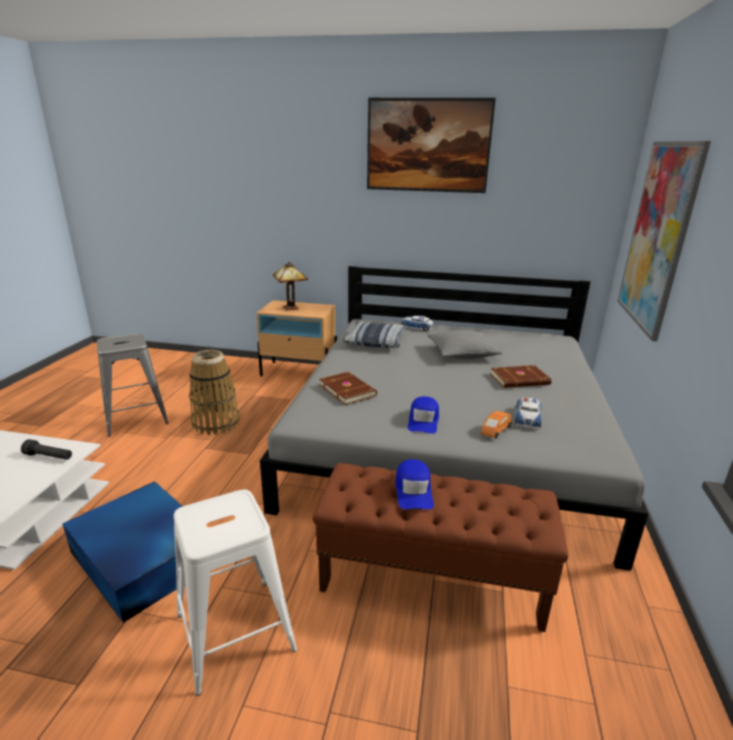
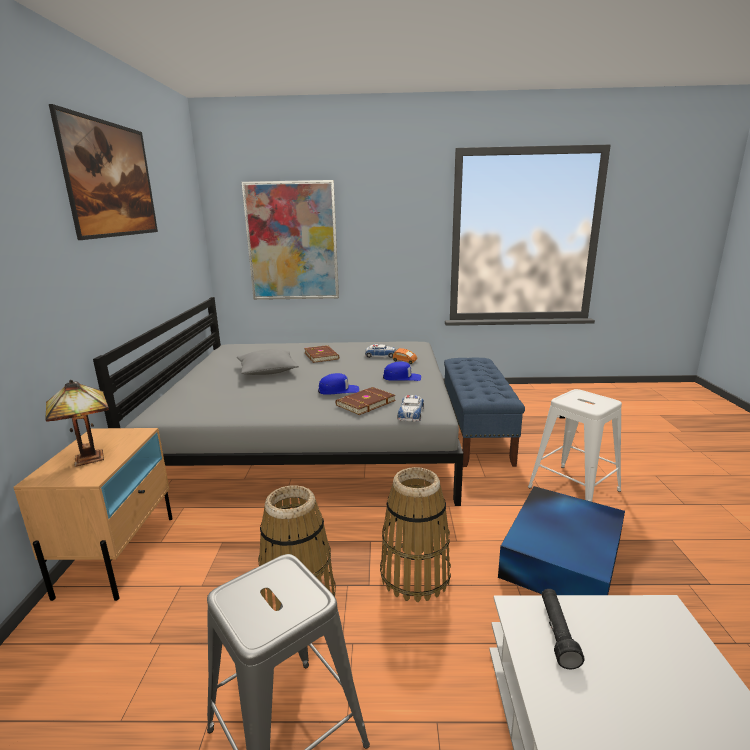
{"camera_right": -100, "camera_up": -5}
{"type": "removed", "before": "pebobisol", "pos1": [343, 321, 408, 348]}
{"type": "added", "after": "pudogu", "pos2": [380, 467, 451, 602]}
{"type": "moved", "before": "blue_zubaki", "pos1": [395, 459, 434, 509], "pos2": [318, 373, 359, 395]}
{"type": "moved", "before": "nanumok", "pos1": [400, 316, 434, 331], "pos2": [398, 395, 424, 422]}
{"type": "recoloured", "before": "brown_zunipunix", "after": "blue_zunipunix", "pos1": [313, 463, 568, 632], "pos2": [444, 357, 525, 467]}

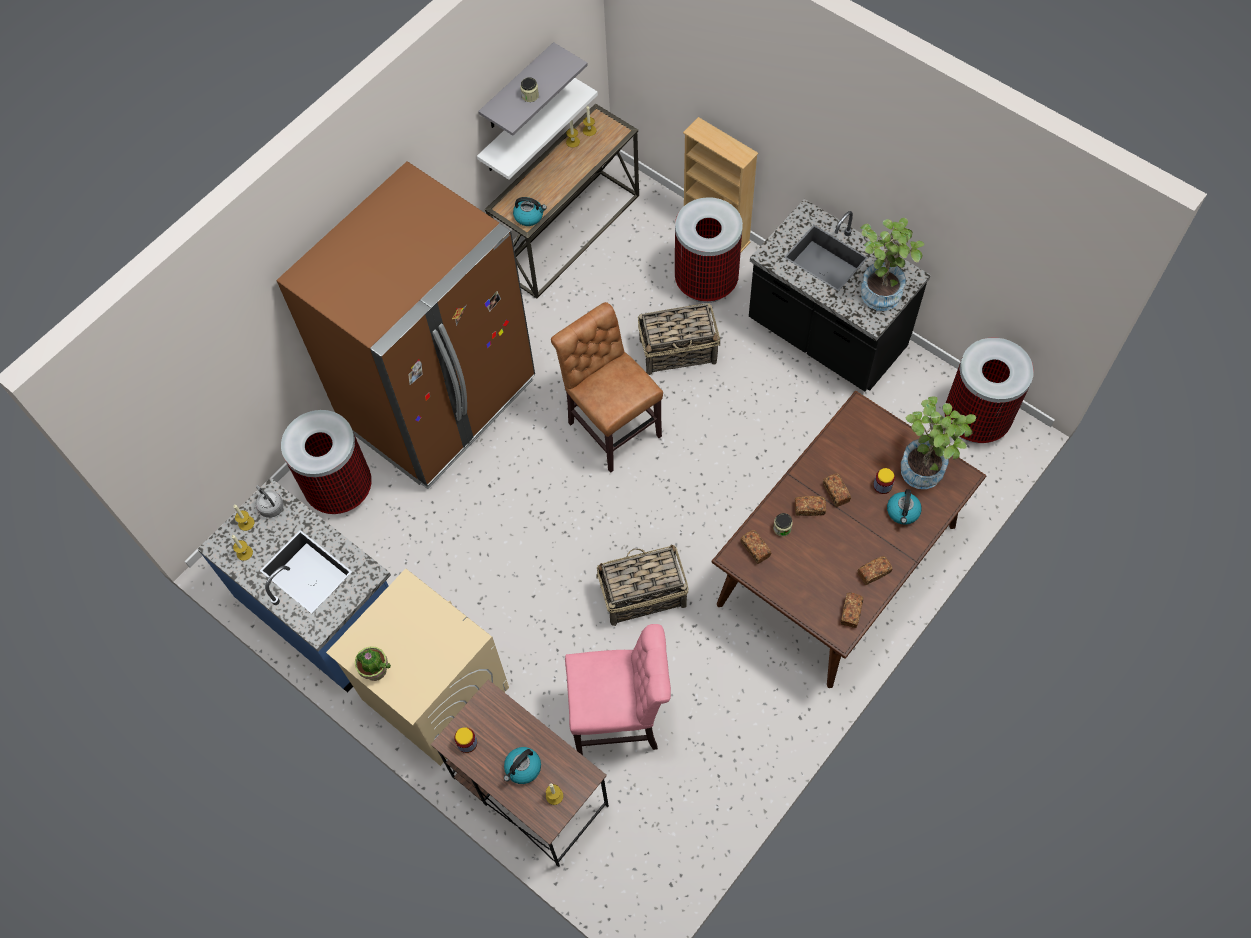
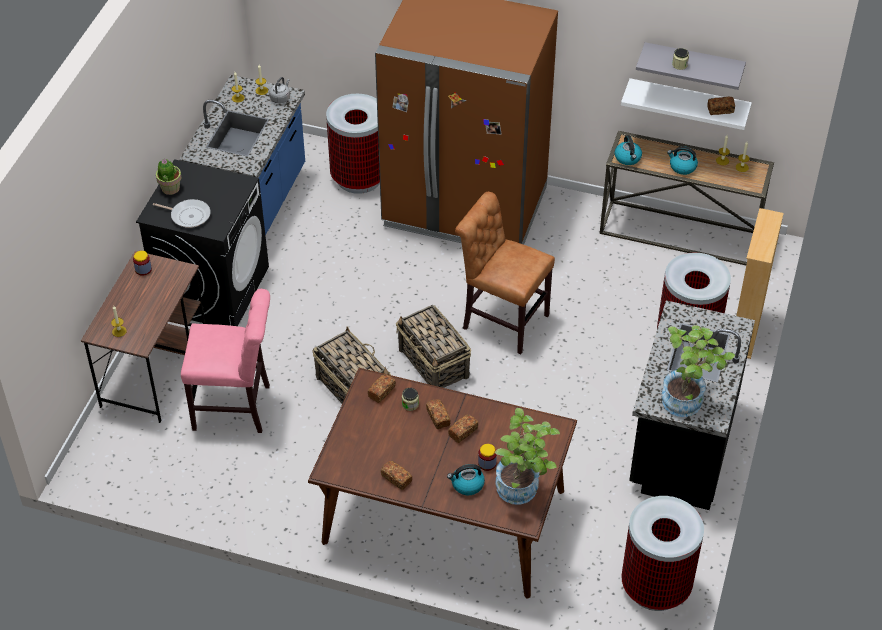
{"camera_right": 65, "camera_up": -15}
{"type": "added", "after": "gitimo", "pos2": [153, 199, 211, 228]}
{"type": "moved", "before": "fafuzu", "pos1": [504, 747, 541, 784], "pos2": [667, 146, 698, 175]}
{"type": "moved", "before": "pudogu", "pos1": [638, 303, 720, 375], "pos2": [396, 305, 471, 388]}
{"type": "moved", "before": "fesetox", "pos1": [840, 592, 863, 628], "pos2": [708, 97, 735, 115]}
{"type": "recoloured", "before": "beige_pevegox", "after": "black_pevegox", "pos1": [326, 569, 509, 766], "pos2": [136, 159, 269, 326]}
{"type": "turned", "before": "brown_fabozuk", "pos1": [551, 302, 663, 473], "pos2": [455, 192, 555, 354], "turn": -90}
{"type": "turned", "before": "pink_fabozuk", "pos1": [565, 624, 671, 755], "pos2": [181, 289, 270, 433], "turn": -60}

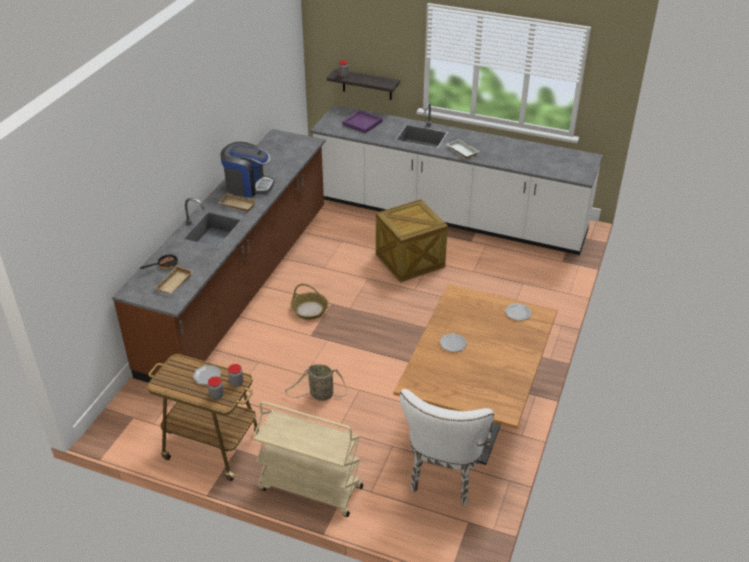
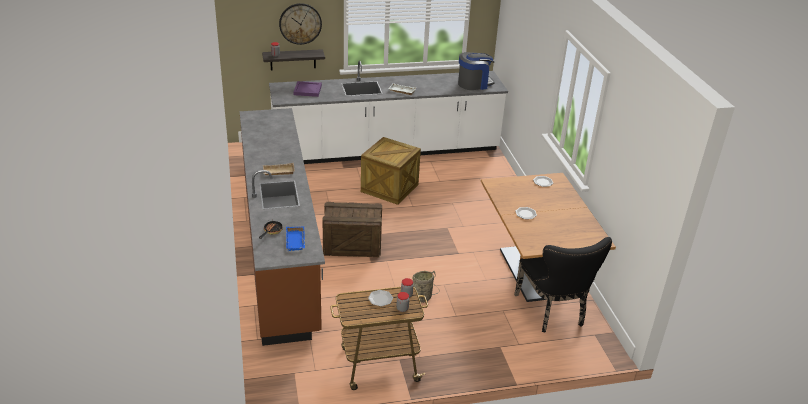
{"camera_right": -35, "camera_up": -5}
{"type": "removed", "before": "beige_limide", "pos1": [253, 401, 363, 517]}
{"type": "added", "after": "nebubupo", "pos2": [279, 3, 322, 45]}
{"type": "moved", "before": "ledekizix", "pos1": [220, 142, 274, 197], "pos2": [458, 52, 495, 90]}
{"type": "replaced", "before": "pudogu", "after": "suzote", "pos1": [291, 284, 329, 320], "pos2": [322, 202, 382, 257]}
{"type": "recoloured", "before": "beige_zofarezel", "after": "blue_zofarezel", "pos1": [154, 265, 193, 295], "pos2": [286, 227, 305, 251]}
{"type": "recoloured", "before": "white_fabozuk", "after": "black_fabozuk", "pos1": [400, 389, 494, 505], "pos2": [514, 237, 612, 333]}

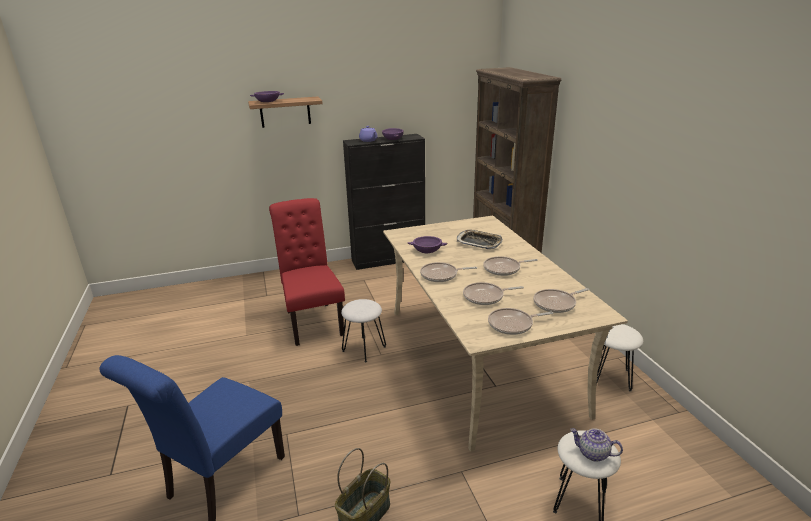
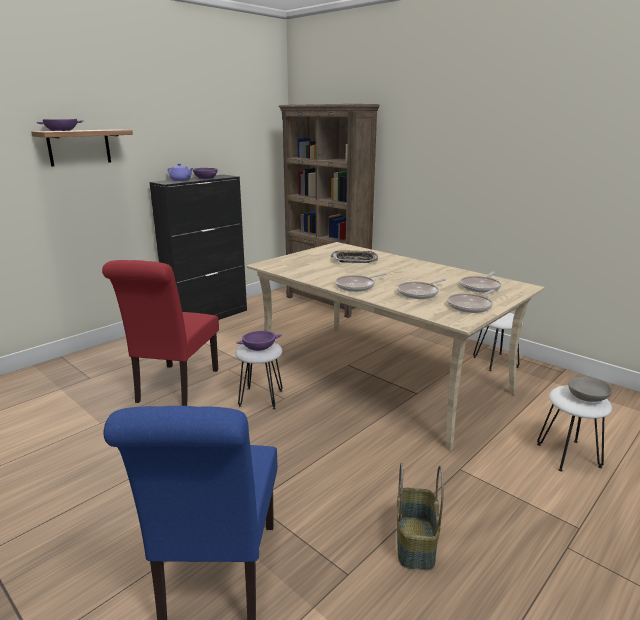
{"camera_right": -30, "camera_up": -5}
{"type": "removed", "before": "gitimo", "pos1": [483, 256, 538, 276]}
{"type": "moved", "before": "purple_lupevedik", "pos1": [408, 236, 448, 253], "pos2": [236, 331, 281, 351]}
{"type": "replaced", "before": "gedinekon", "after": "grey_lupevedik", "pos1": [570, 428, 623, 462], "pos2": [568, 376, 612, 402]}
{"type": "turned", "before": "red_fabozuk", "pos1": [269, 198, 345, 346], "pos2": [102, 260, 219, 406], "turn": -120}

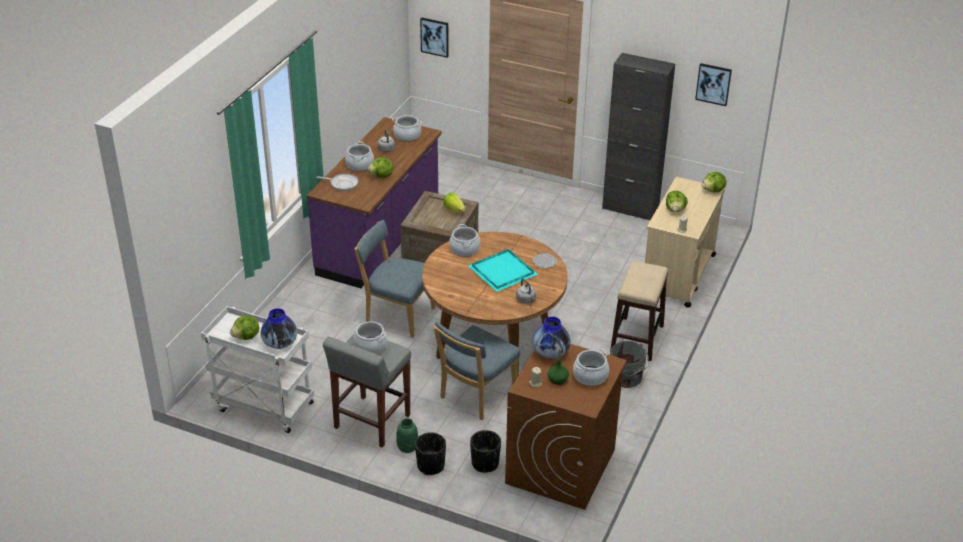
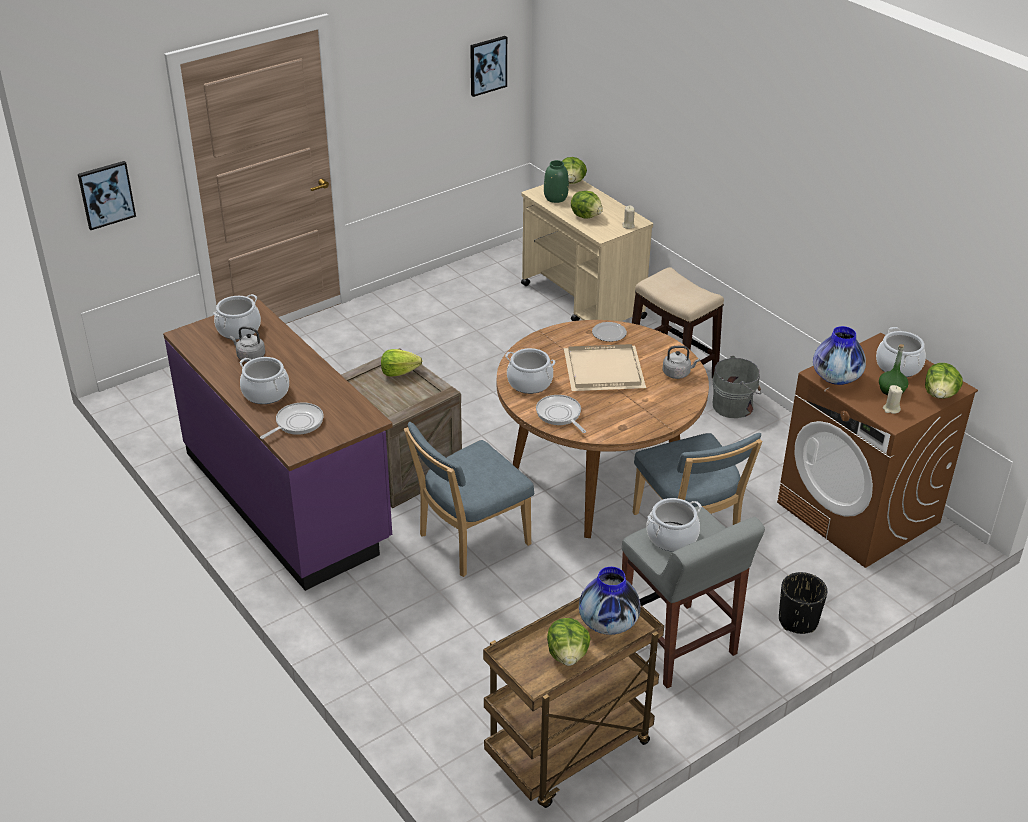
{"camera_right": -60, "camera_up": 0}
{"type": "removed", "before": "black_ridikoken", "pos1": [470, 430, 501, 473]}
{"type": "removed", "before": "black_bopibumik", "pos1": [602, 53, 675, 220]}
{"type": "added", "after": "gitimo", "pos2": [536, 395, 586, 433]}
{"type": "moved", "before": "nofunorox", "pos1": [367, 157, 393, 178], "pos2": [925, 363, 963, 399]}
{"type": "moved", "before": "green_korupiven", "pos1": [396, 418, 418, 453], "pos2": [544, 160, 569, 203]}
{"type": "recoloured", "before": "white_limide", "after": "brown_limide", "pos1": [201, 306, 314, 433], "pos2": [483, 597, 664, 808]}
{"type": "recoloured", "before": "turquoise_zofarezel", "after": "beige_zofarezel", "pos1": [468, 249, 538, 292], "pos2": [564, 344, 646, 391]}

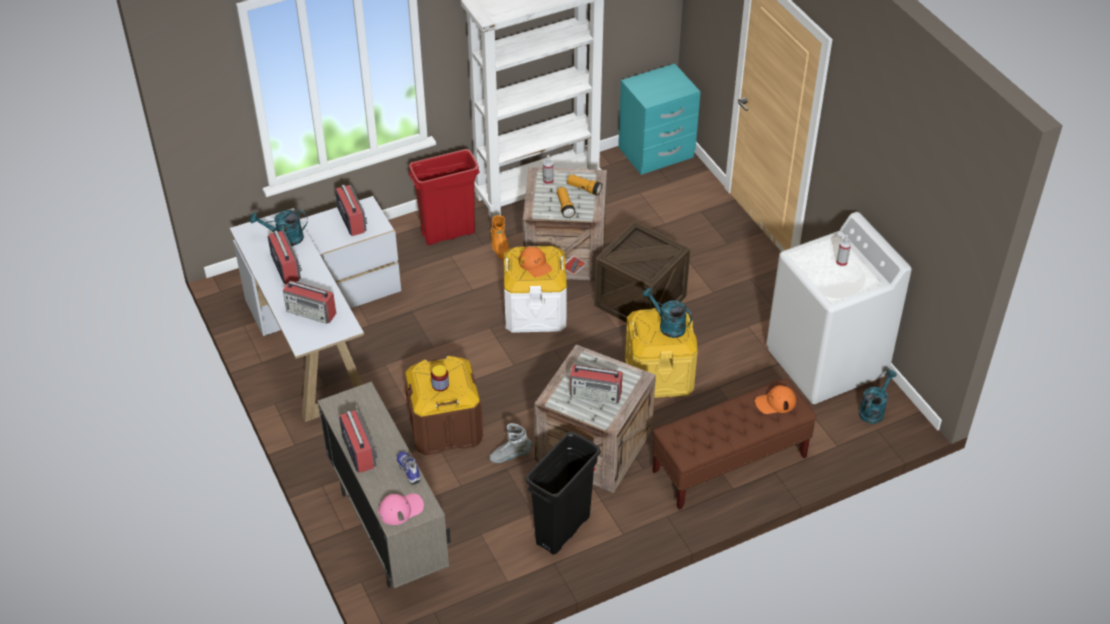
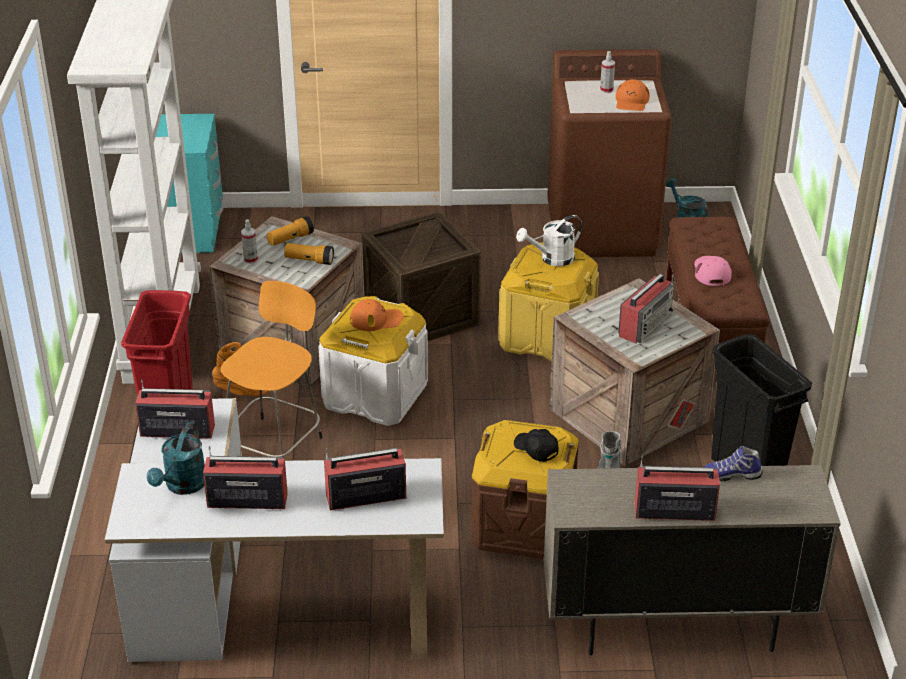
{"camera_right": -65, "camera_up": -10}
{"type": "added", "after": "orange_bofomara", "pos2": [221, 281, 322, 459]}
{"type": "moved", "before": "pink_zubaki", "pos1": [378, 493, 424, 525], "pos2": [694, 256, 732, 286]}
{"type": "moved", "before": "orange_zubaki", "pos1": [755, 385, 796, 414], "pos2": [616, 79, 650, 111]}
{"type": "replaced", "before": "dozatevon", "after": "black_zubaki", "pos1": [431, 365, 449, 391], "pos2": [514, 429, 559, 462]}
{"type": "recoloured", "before": "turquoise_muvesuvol", "after": "white_muvesuvol", "pos1": [642, 288, 692, 338], "pos2": [516, 215, 582, 266]}
{"type": "recoloured", "before": "white_pevegox", "after": "brown_pevegox", "pos1": [766, 212, 912, 404], "pos2": [547, 49, 672, 257]}
{"type": "turned", "before": "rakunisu", "pos1": [283, 281, 336, 324], "pos2": [324, 448, 406, 510], "turn": -150}

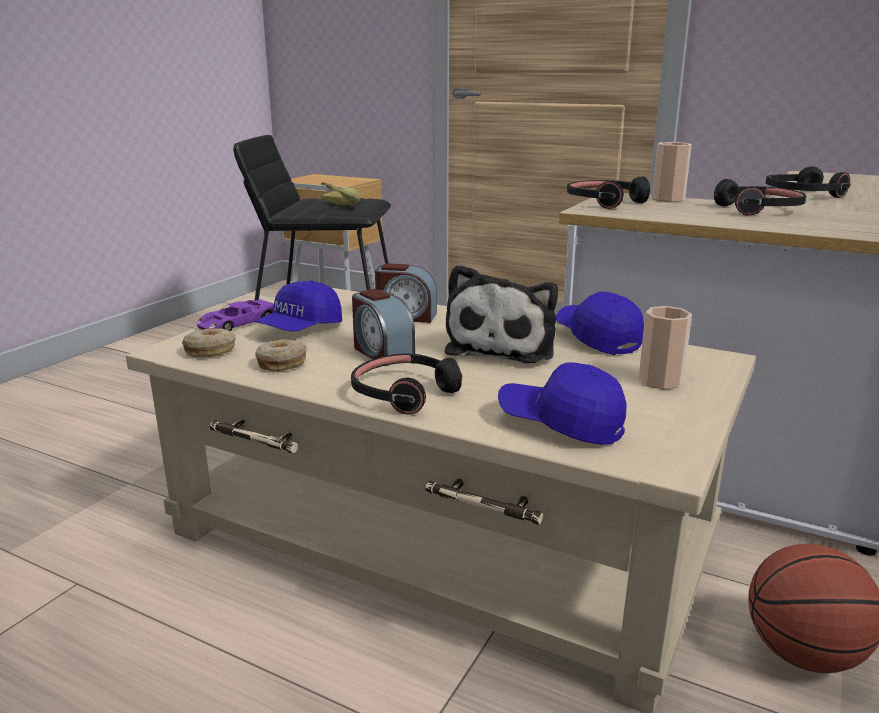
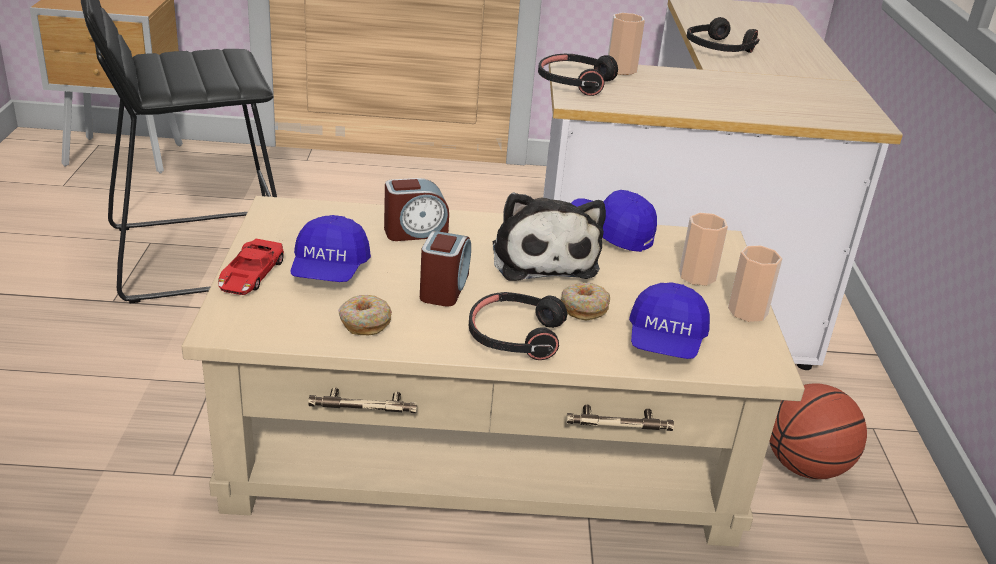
{"camera_right": -30, "camera_up": 10}
{"type": "removed", "before": "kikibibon", "pos1": [321, 182, 360, 205]}
{"type": "removed", "before": "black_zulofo", "pos1": [714, 179, 806, 215]}
{"type": "added", "after": "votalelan", "pos2": [728, 245, 782, 322]}
{"type": "moved", "before": "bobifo", "pos1": [182, 328, 236, 357], "pos2": [561, 283, 610, 321]}
{"type": "recoloured", "before": "purple_nanumok", "after": "red_nanumok", "pos1": [197, 299, 274, 331], "pos2": [218, 239, 284, 295]}
{"type": "turned", "before": "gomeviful", "pos1": [352, 289, 415, 366], "pos2": [420, 231, 471, 307], "turn": -105}
{"type": "turned", "before": "blue_zubaki", "pos1": [498, 362, 626, 445], "pos2": [629, 282, 710, 359], "turn": -75}

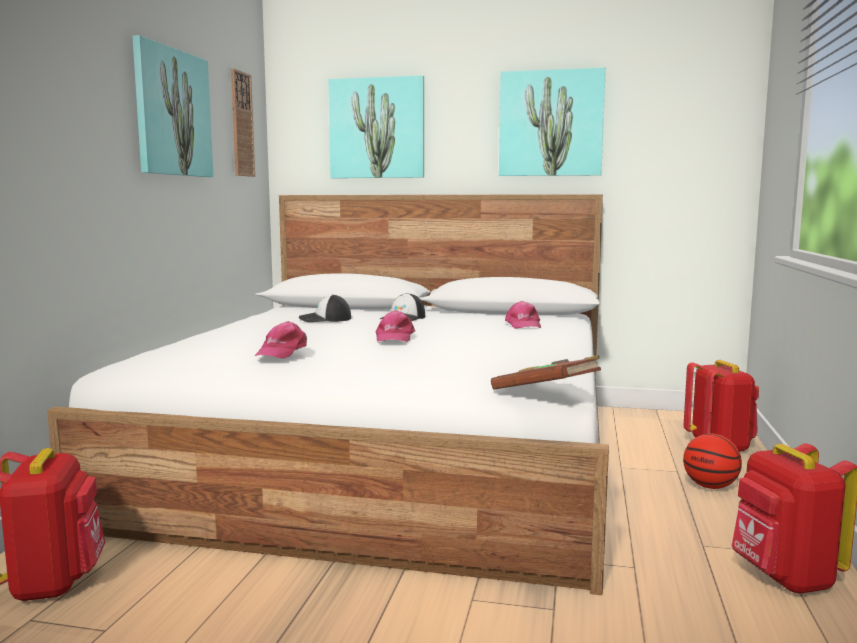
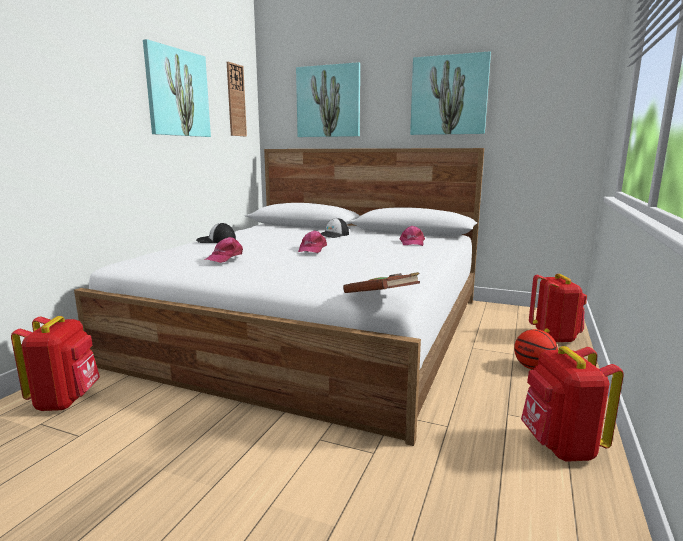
{"camera_right": 10, "camera_up": 5}
{"type": "moved", "before": "zubaki", "pos1": [299, 294, 351, 322], "pos2": [196, 223, 236, 243]}

